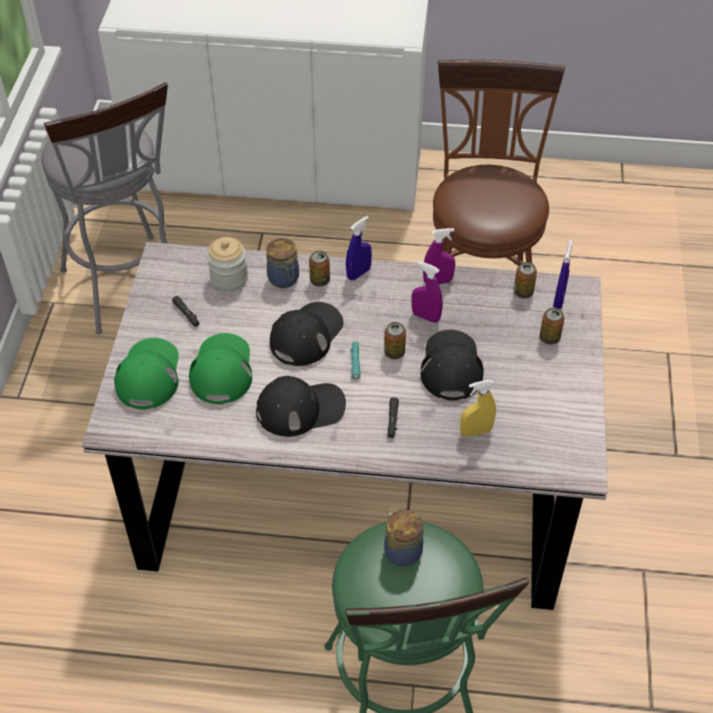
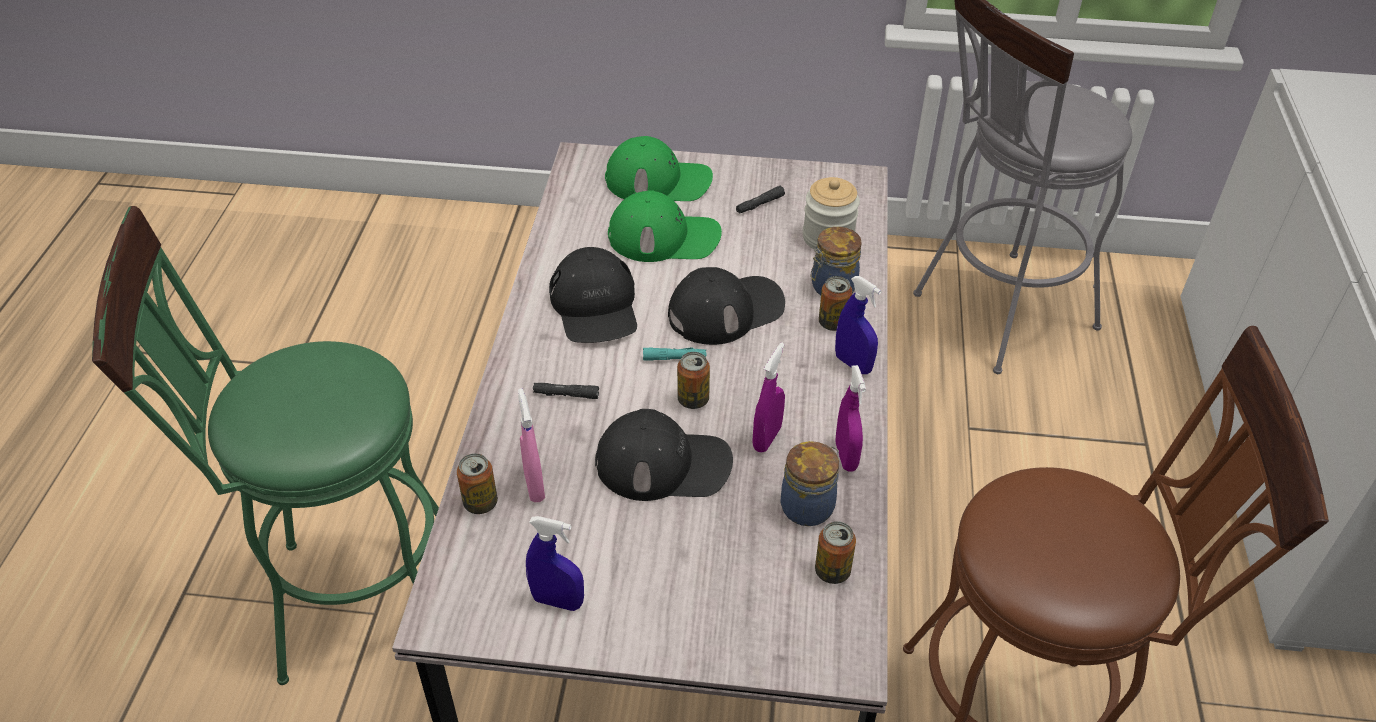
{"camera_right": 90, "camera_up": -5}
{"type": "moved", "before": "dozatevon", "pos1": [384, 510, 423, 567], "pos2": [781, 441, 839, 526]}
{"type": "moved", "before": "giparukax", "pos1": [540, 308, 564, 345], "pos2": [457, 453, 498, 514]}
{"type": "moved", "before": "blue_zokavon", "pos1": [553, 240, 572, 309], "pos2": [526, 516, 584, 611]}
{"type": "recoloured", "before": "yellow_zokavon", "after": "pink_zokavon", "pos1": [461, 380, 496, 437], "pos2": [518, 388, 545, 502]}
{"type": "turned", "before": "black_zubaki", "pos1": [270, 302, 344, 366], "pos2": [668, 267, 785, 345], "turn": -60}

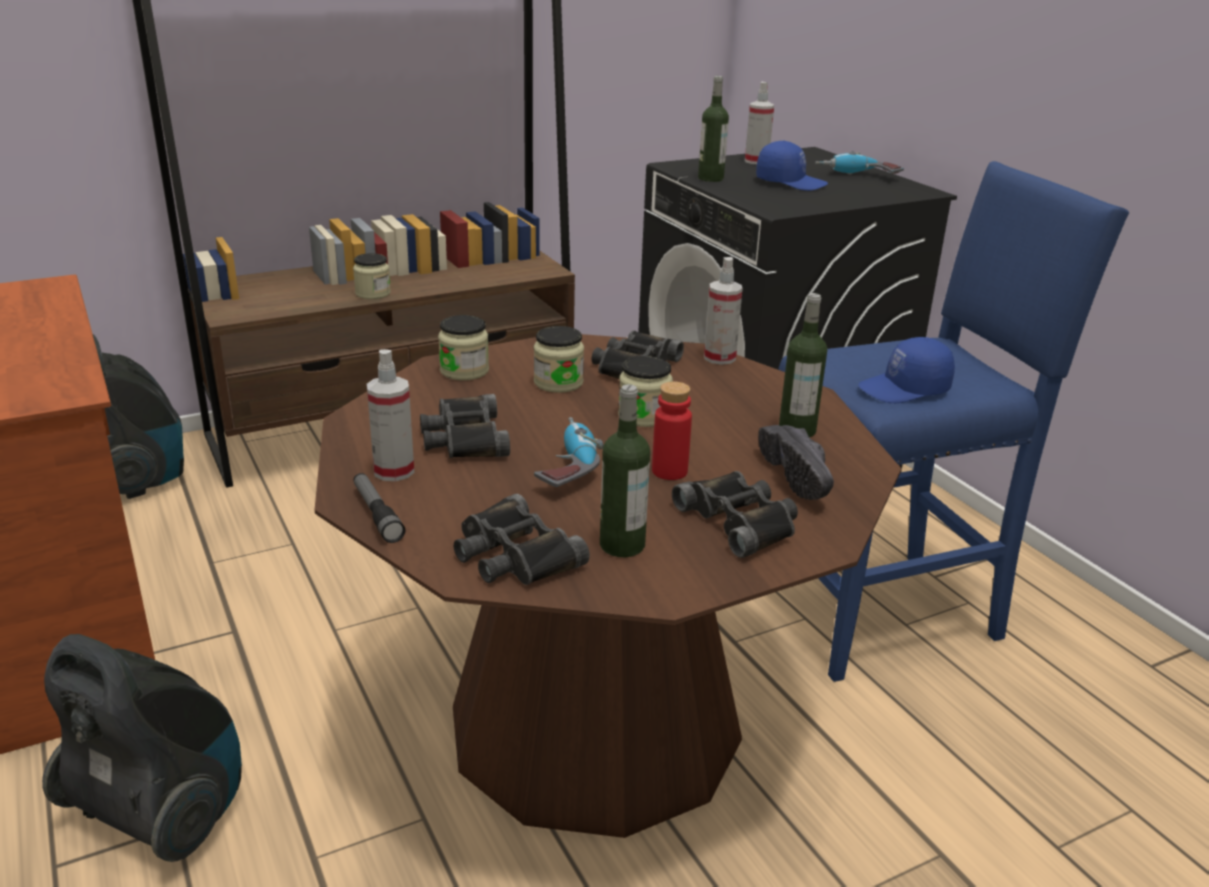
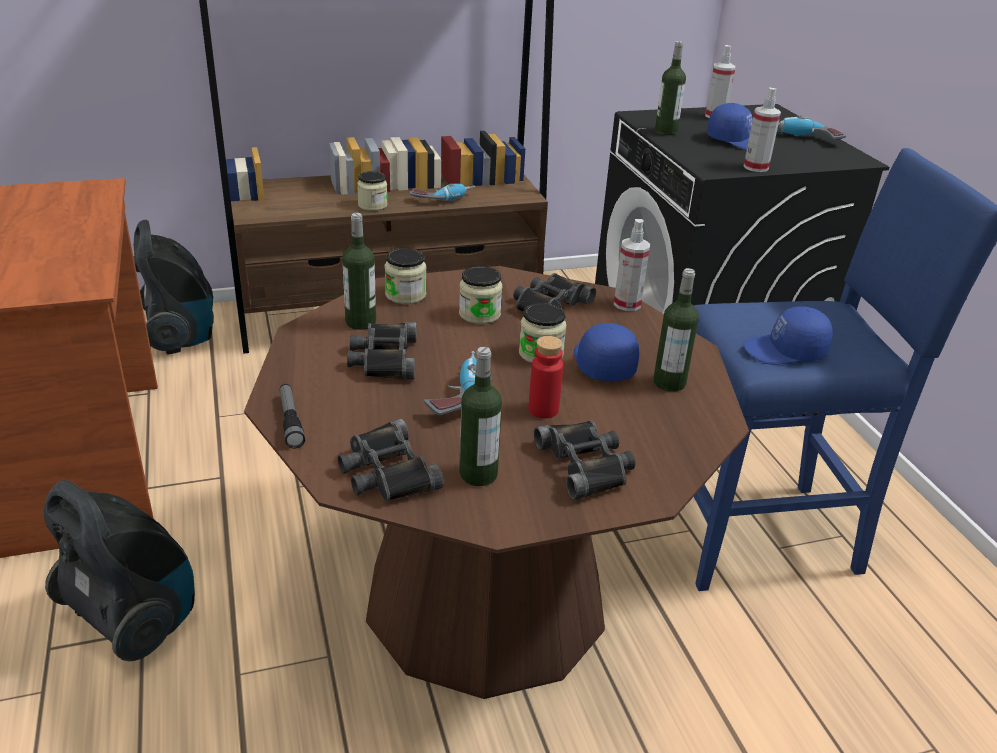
{"camera_right": 10, "camera_up": 5}
{"type": "removed", "before": "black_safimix", "pos1": [758, 425, 834, 500]}
{"type": "added", "after": "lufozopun", "pos2": [342, 213, 376, 330]}
{"type": "added", "after": "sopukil", "pos2": [410, 183, 475, 201]}
{"type": "added", "after": "blue_zubaki", "pos2": [574, 323, 639, 381]}
{"type": "moved", "before": "zokavon", "pos1": [367, 349, 414, 481], "pos2": [744, 87, 781, 172]}

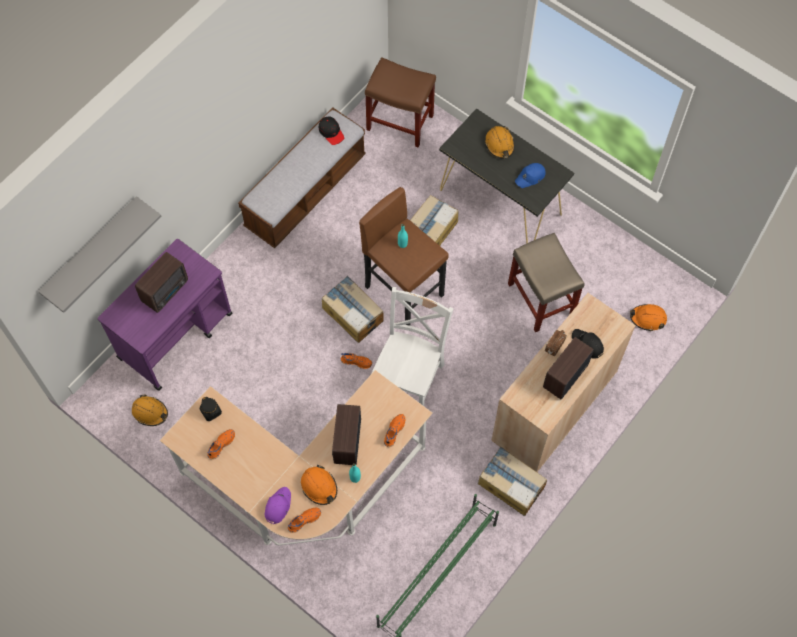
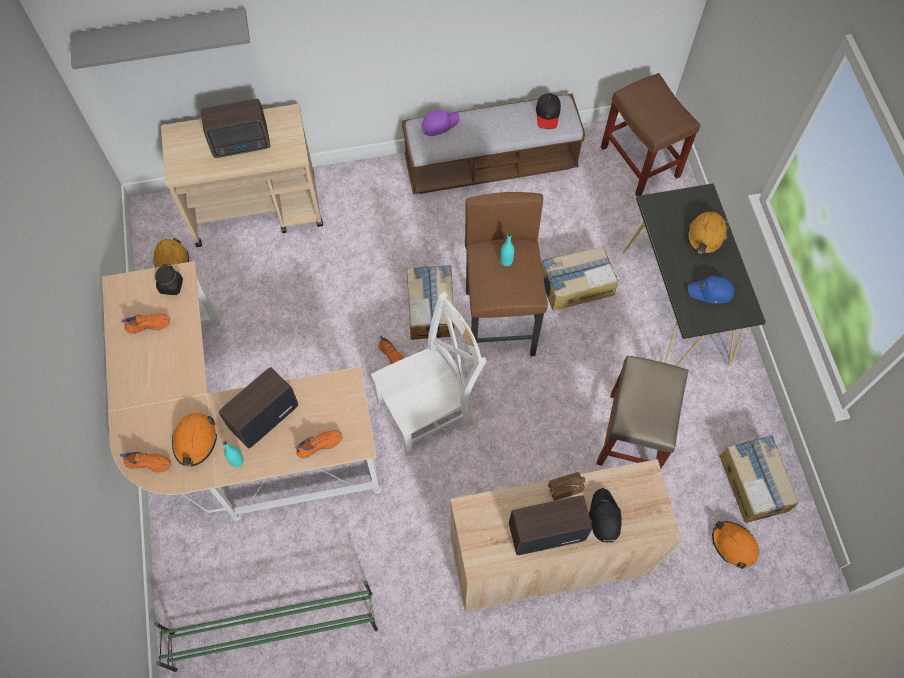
{"camera_right": 40, "camera_up": 0}
{"type": "moved", "before": "purple_zubaki", "pos1": [265, 487, 291, 524], "pos2": [421, 109, 460, 136]}
{"type": "moved", "before": "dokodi", "pos1": [478, 447, 547, 516], "pos2": [719, 435, 799, 523]}
{"type": "recoloured", "before": "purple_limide", "after": "beige_limide", "pos1": [98, 239, 232, 391], "pos2": [161, 104, 323, 247]}

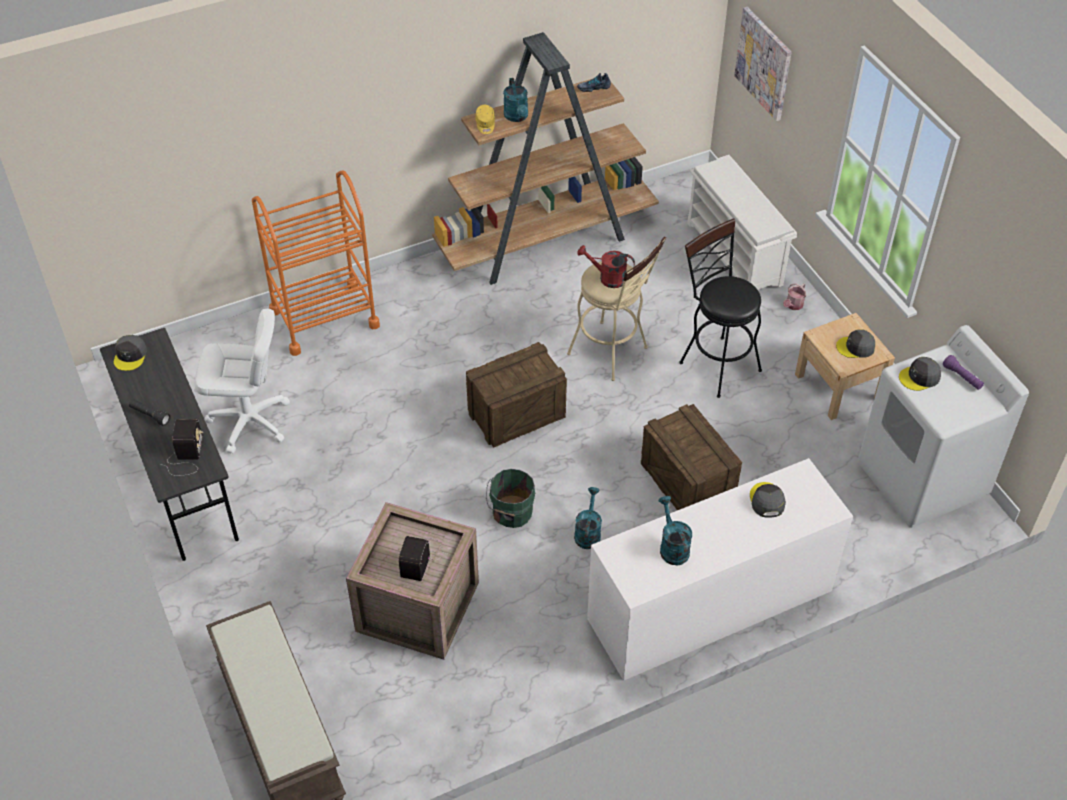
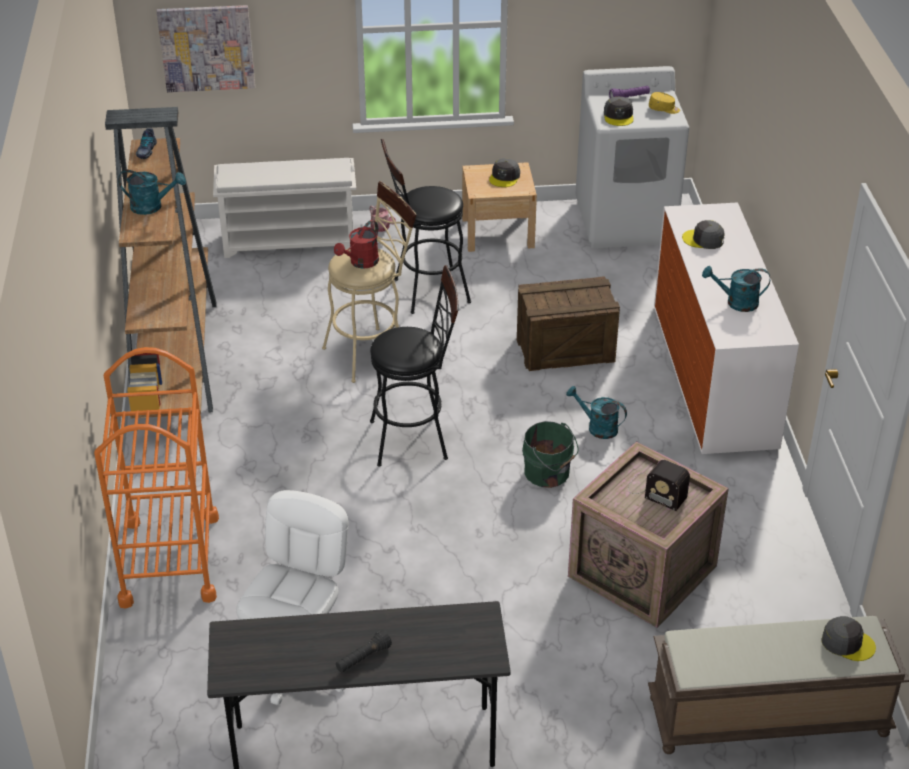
{"camera_right": -70, "camera_up": -10}
{"type": "removed", "before": "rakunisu", "pos1": [164, 419, 203, 476]}
{"type": "moved", "before": "grey_zubaki", "pos1": [114, 335, 147, 371], "pos2": [821, 616, 876, 661]}
{"type": "moved", "before": "yellow_zubaki", "pos1": [475, 105, 495, 134], "pos2": [649, 92, 680, 114]}
{"type": "replaced", "before": "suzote", "after": "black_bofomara", "pos1": [466, 342, 567, 448], "pos2": [370, 265, 458, 467]}

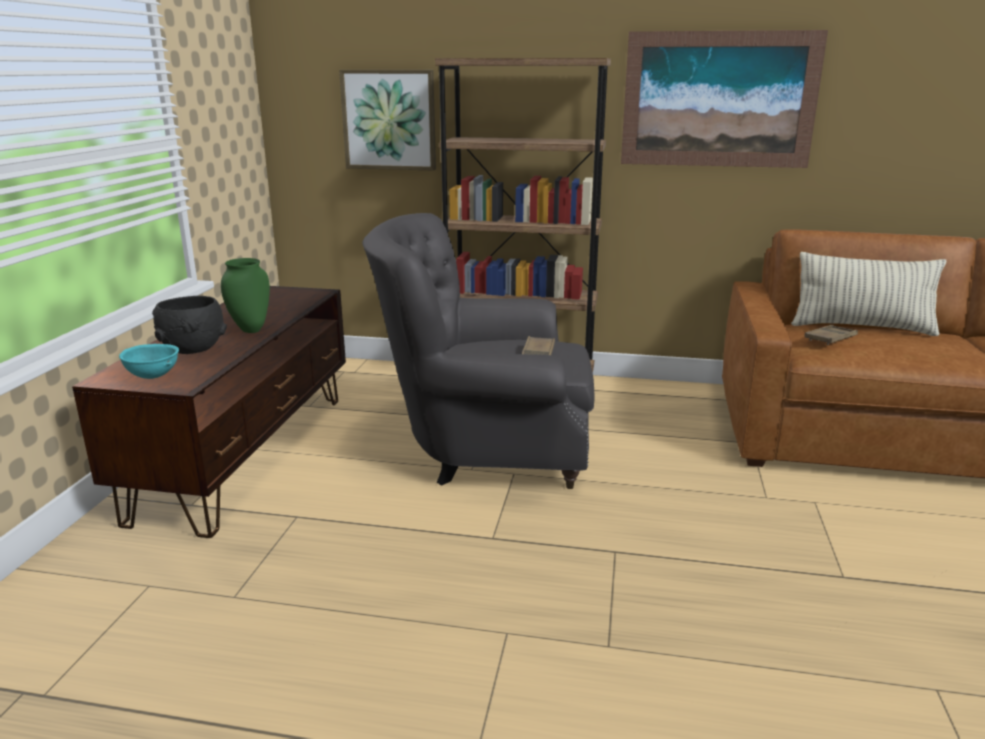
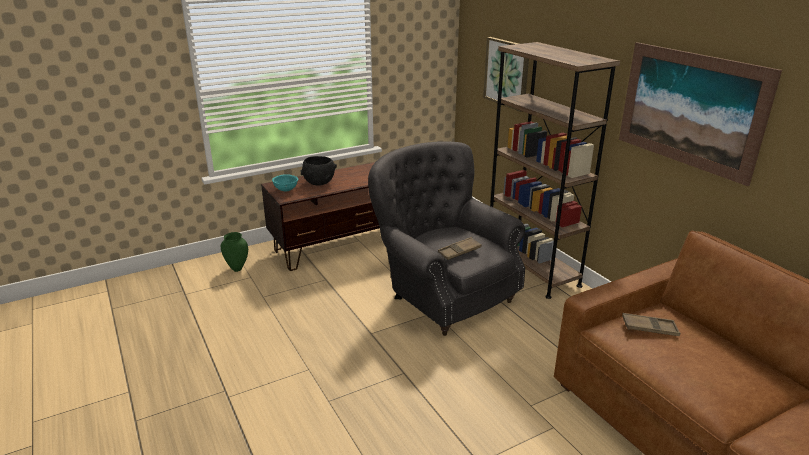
{"camera_right": 50, "camera_up": 5}
{"type": "removed", "before": "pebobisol", "pos1": [791, 252, 946, 336]}
{"type": "moved", "before": "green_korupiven", "pos1": [221, 258, 270, 333], "pos2": [221, 232, 248, 272]}

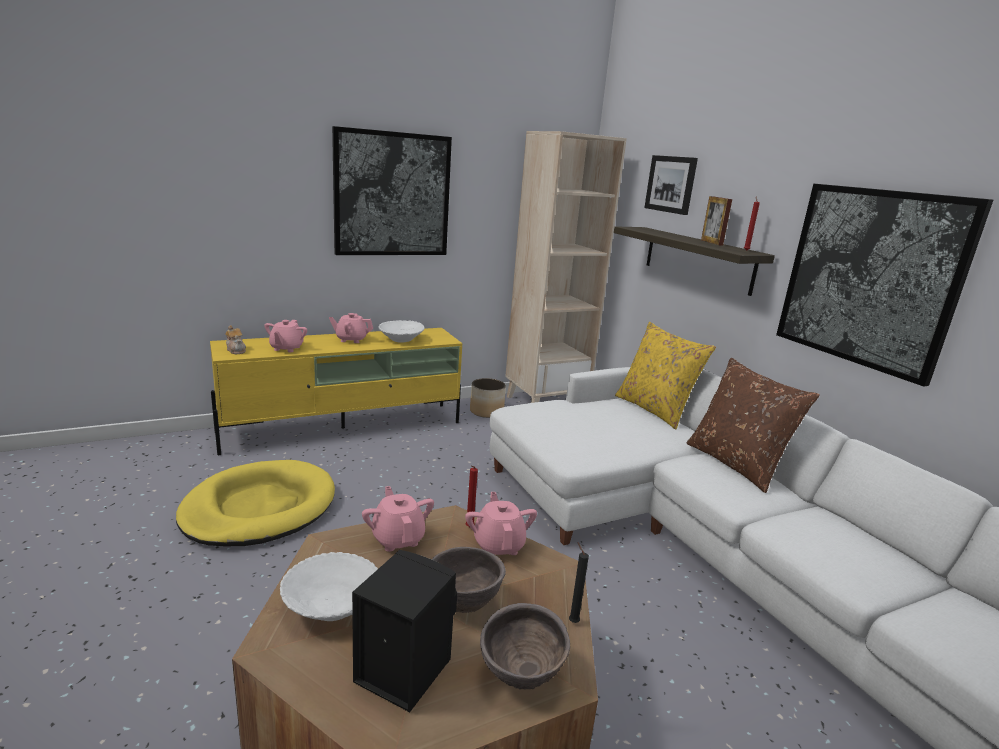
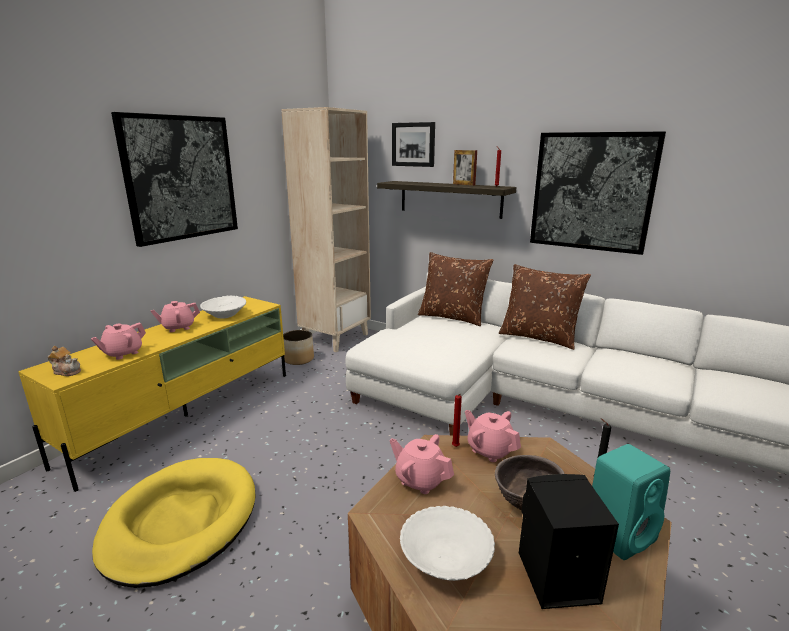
{"camera_right": -30, "camera_up": 0}
{"type": "replaced", "before": "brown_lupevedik", "after": "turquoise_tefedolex", "pos1": [480, 603, 570, 689], "pos2": [592, 444, 670, 560]}
{"type": "recoloured", "before": "yellow_pebobisol", "after": "brown_pebobisol", "pos1": [615, 322, 716, 429], "pos2": [418, 252, 493, 326]}
{"type": "turned", "before": "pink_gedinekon", "pos1": [264, 320, 307, 352], "pos2": [91, 323, 146, 360], "turn": 60}

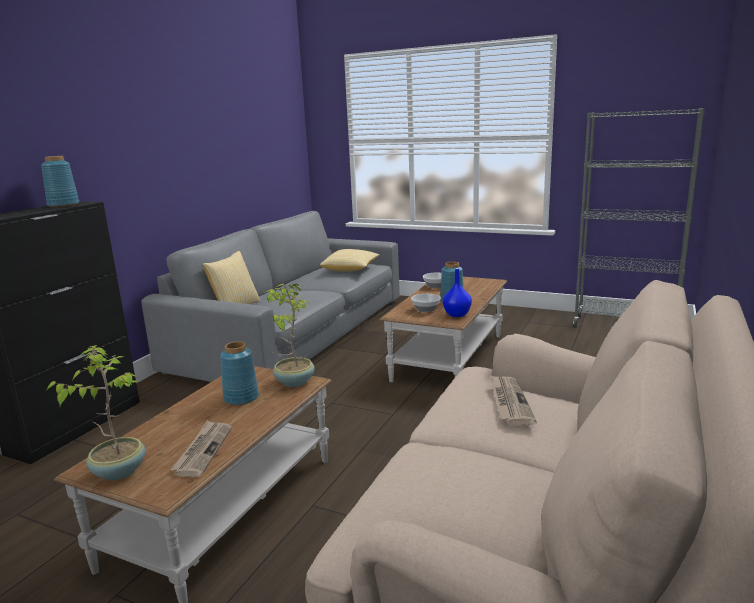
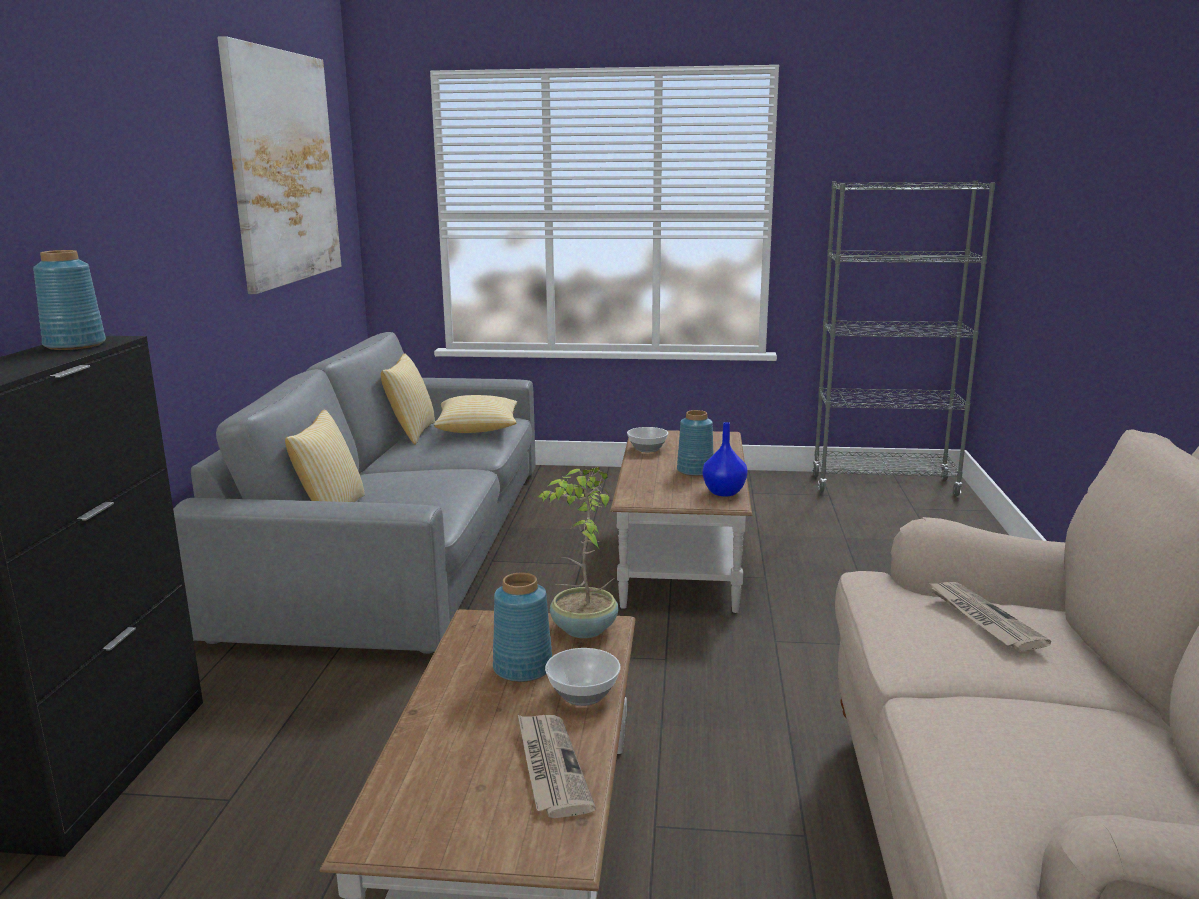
{"camera_right": -20, "camera_up": 0}
{"type": "removed", "before": "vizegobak", "pos1": [45, 345, 146, 481]}
{"type": "added", "after": "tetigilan", "pos2": [217, 36, 341, 294]}
{"type": "added", "after": "pebobisol", "pos2": [381, 353, 435, 445]}
{"type": "moved", "before": "lupevedik", "pos1": [411, 294, 441, 312], "pos2": [545, 648, 621, 706]}

